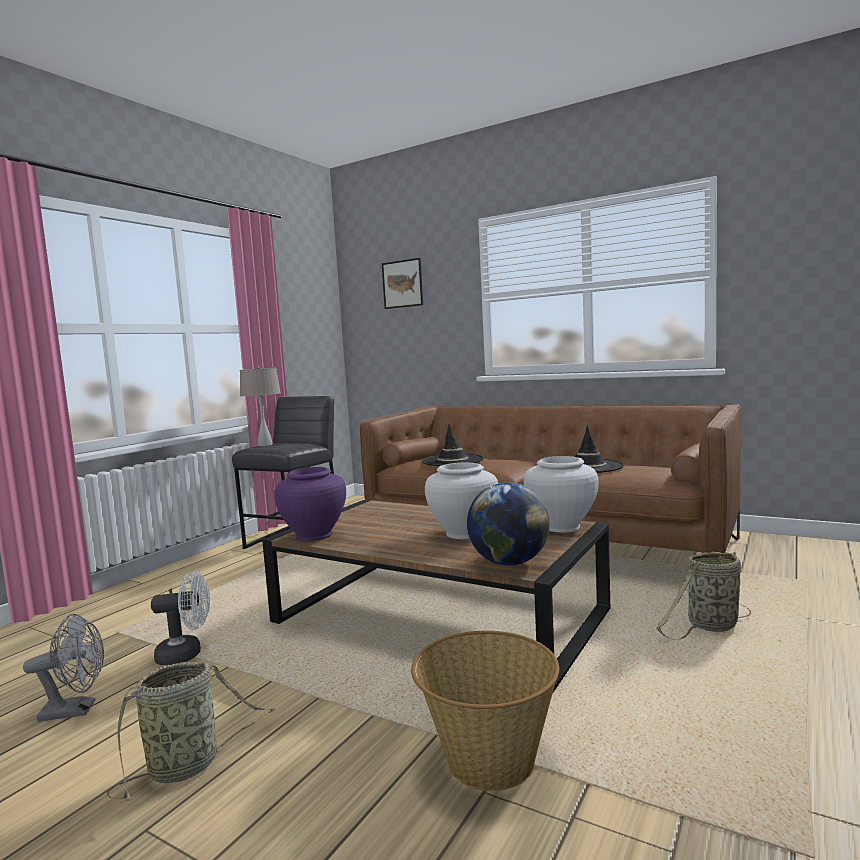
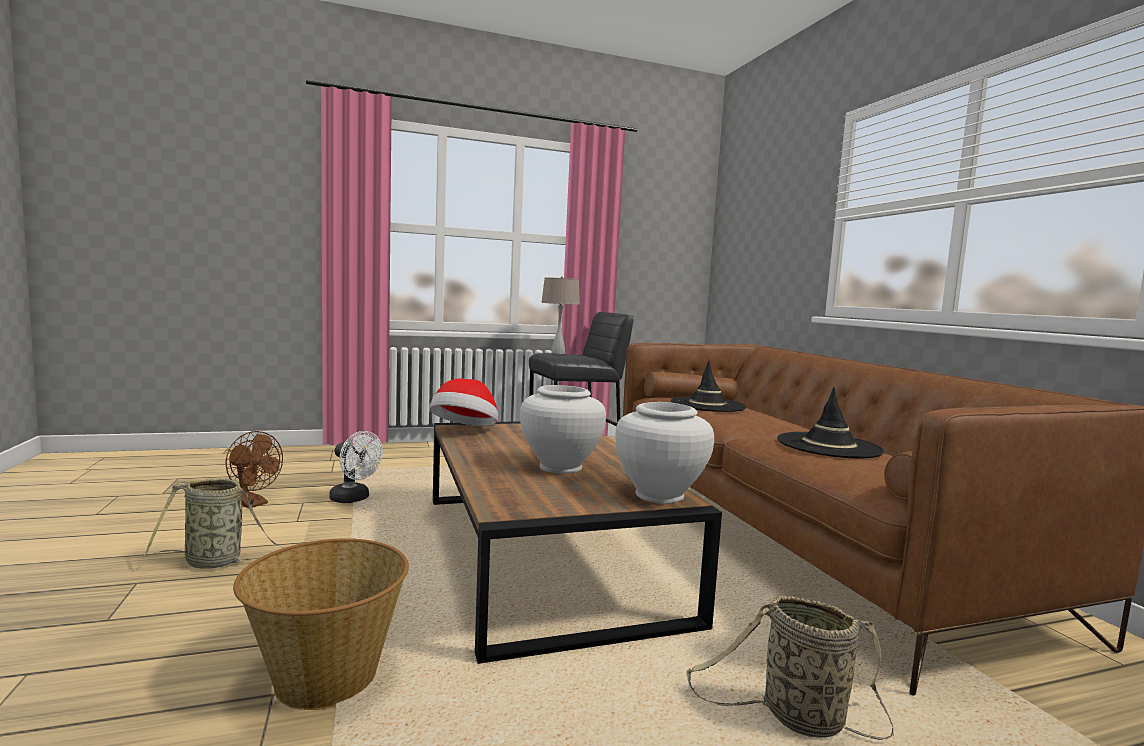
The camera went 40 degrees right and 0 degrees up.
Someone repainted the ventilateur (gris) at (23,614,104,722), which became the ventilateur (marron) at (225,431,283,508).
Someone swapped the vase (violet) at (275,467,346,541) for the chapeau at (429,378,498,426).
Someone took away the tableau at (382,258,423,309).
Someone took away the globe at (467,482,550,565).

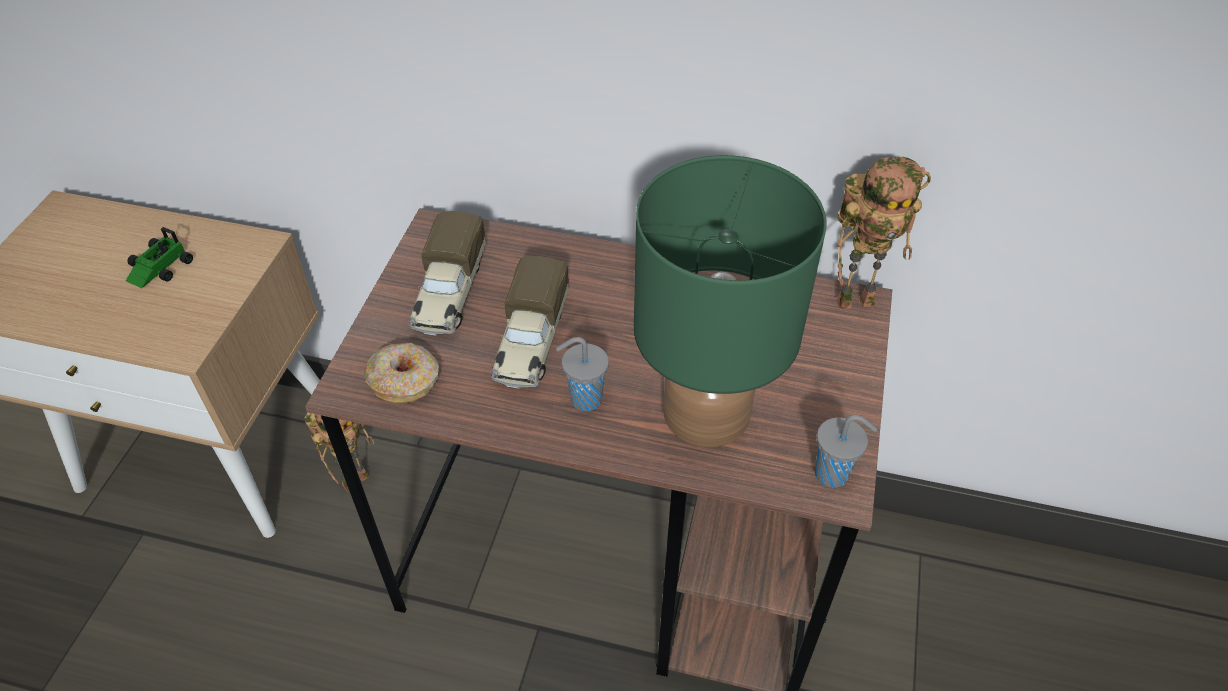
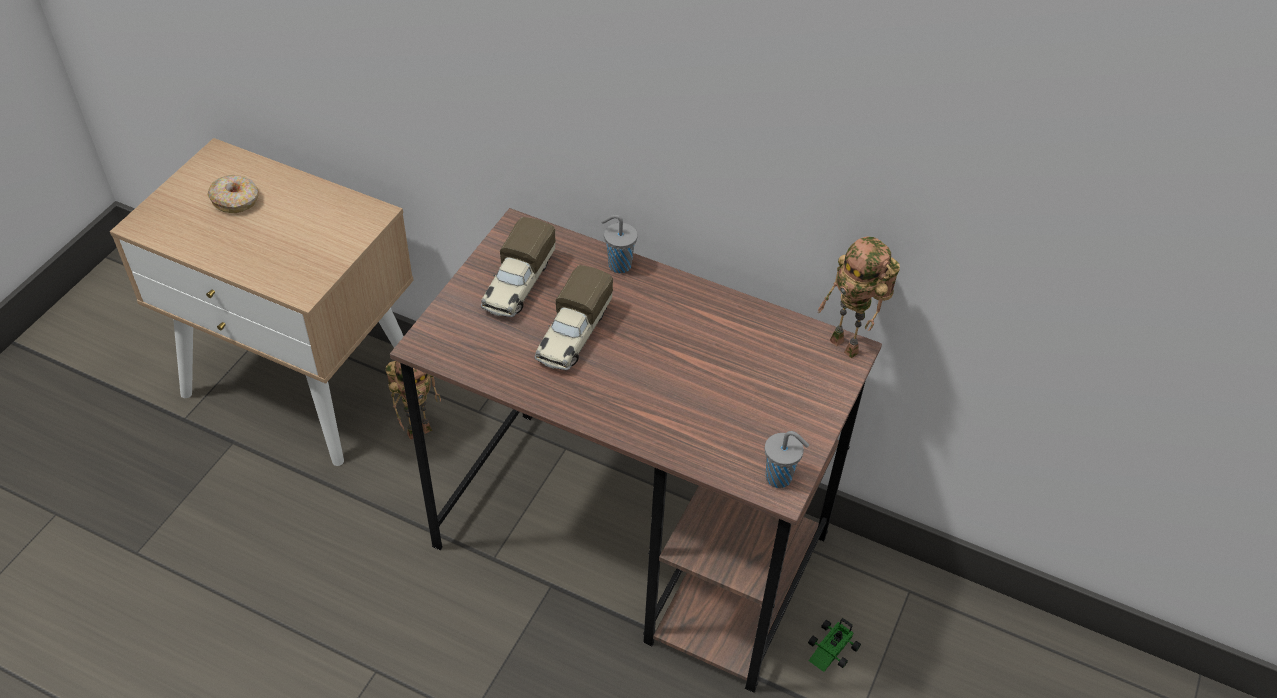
The camera went 10 degrees right and 0 degrees up.
Someone carried the petite voiture from (126,227,193,288) to (808,618,861,672).
Someone carried the beignet from (364,343,440,403) to (207,175,258,213).
Someone carried the tasse (gris) from (556,337,609,411) to (601,214,638,273).
Someone took away the lampe de table (vert) at (634,155,826,447).
Someone rotated the robot jouet at (836,157,931,309) by 45 degrees clockwise.

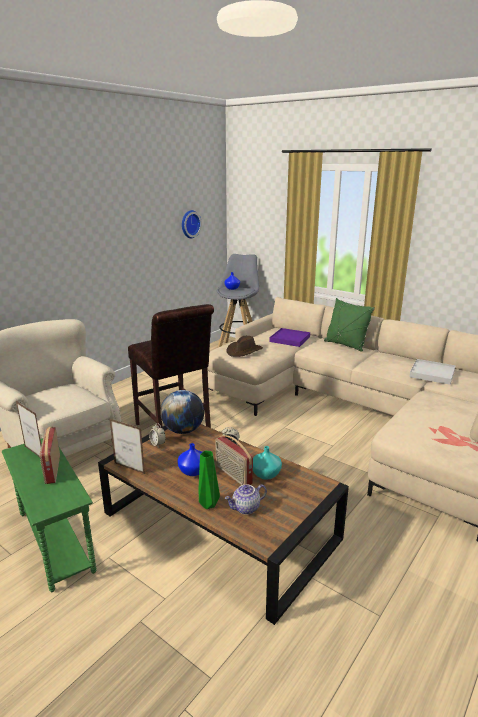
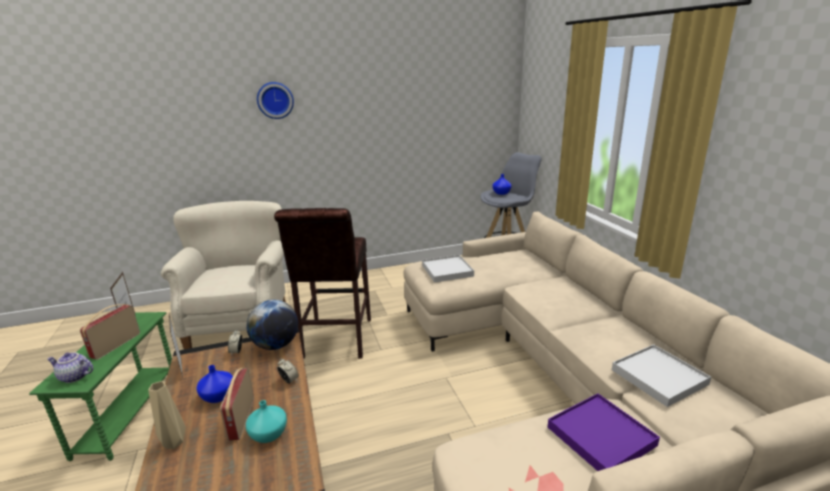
The camera went 35 degrees right and 0 degrees up.
Someone carried the horloge murale from (182,210,202,238) to (257,82,294,119).
Someone repainted the vase (vert) at (198,451,220,509), which became the vase (beige) at (148,381,186,449).
Someone carried the théière from (225,484,267,515) to (47,353,93,383).
Someone swapped the chapeau (marron) at (226,336,263,357) for the plateau (blanc) at (422,255,474,283).
Someone carried the plateau (violet) from (270,328,310,347) to (548,393,660,471).
Someone took away the coussin (vert) at (324,298,375,352).

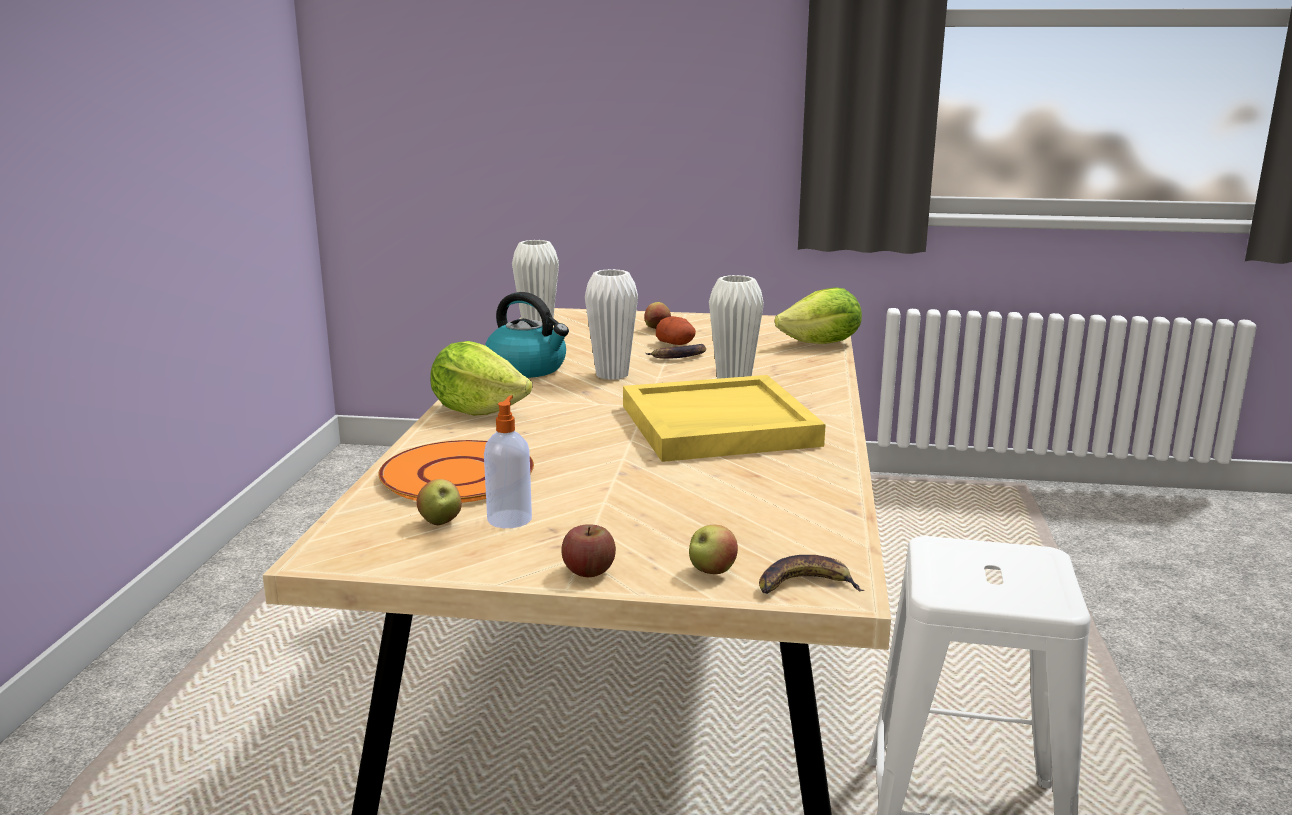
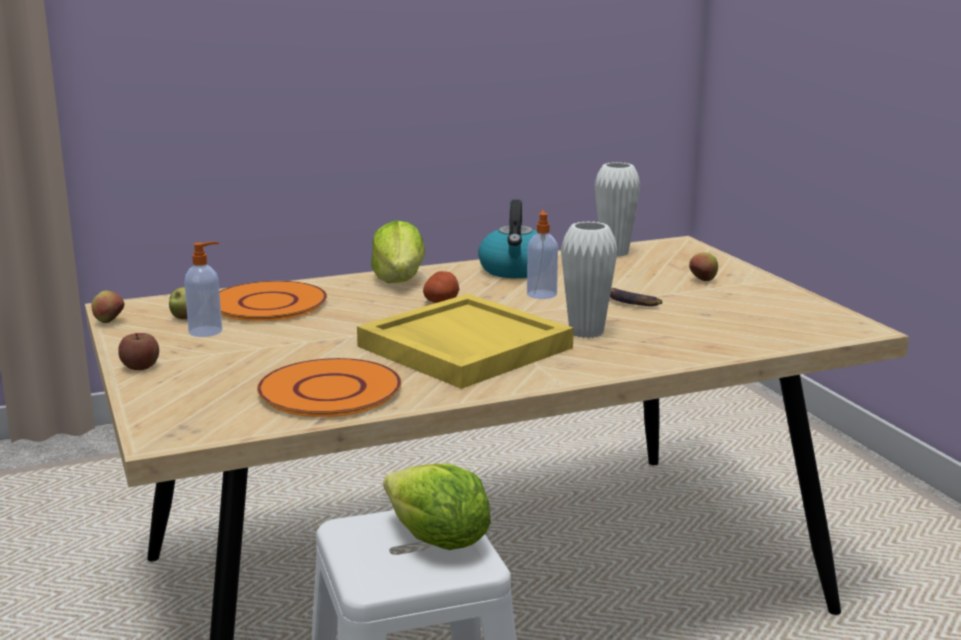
The camera went 60 degrees right and 0 degrees up.
Someone swapped the vase (blanc) at (585,269,638,380) for the distributeur de savon at (527,210,558,299).
Someone carried the pomme de terre from (656,316,696,345) to (423,271,459,303).
Someone carried the pomme from (689,525,738,574) to (91,291,125,323).
Someone took away the banane at (759,555,864,594).
Someone carried the laitue from (775,287,862,344) to (383,464,491,550).
Someone put down the assiette (orange) at (257,358,401,417).

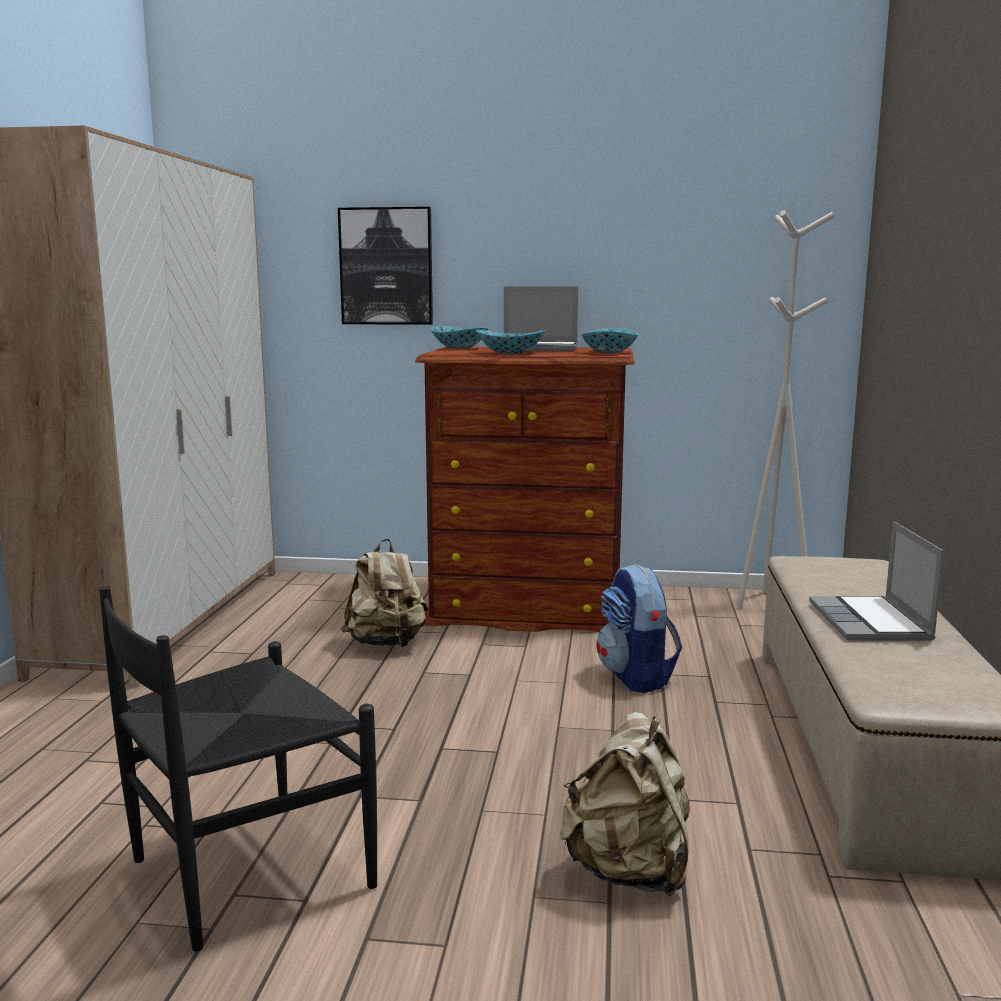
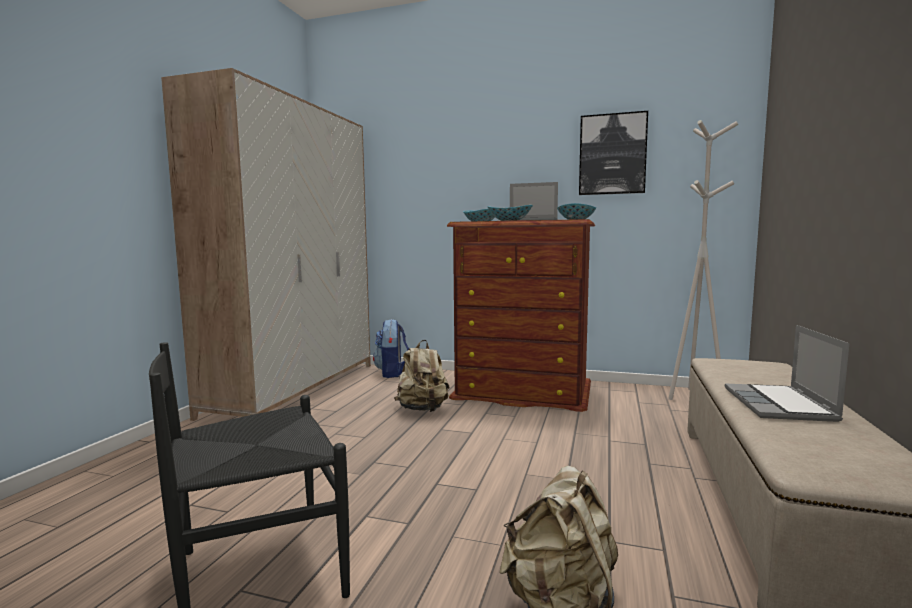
The camera went 10 degrees right and 5 degrees down.
Someone carried the tableau from (338,207,433,325) to (579,111,648,195).
Someone carried the sac à dos from (596,564,682,693) to (373,319,409,378).

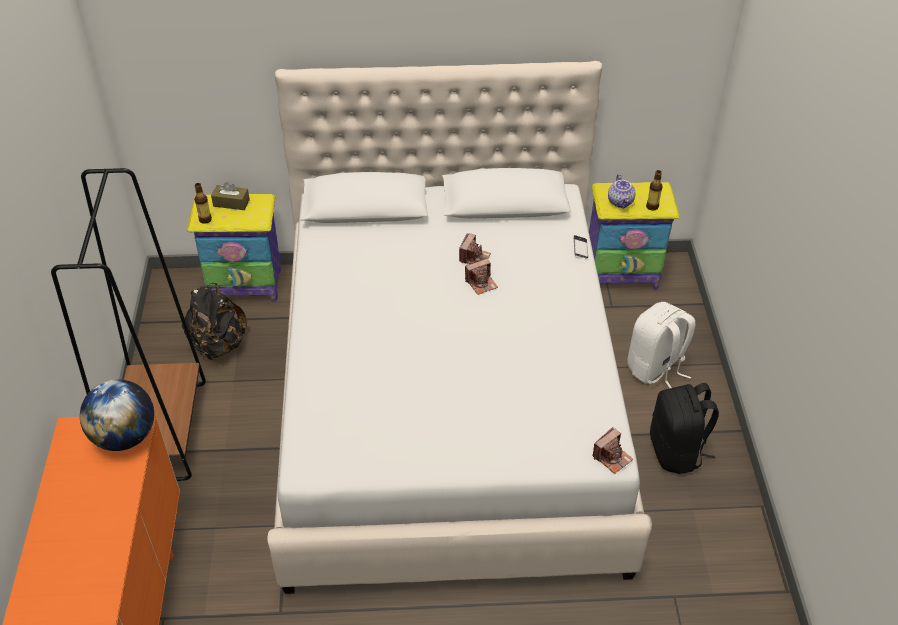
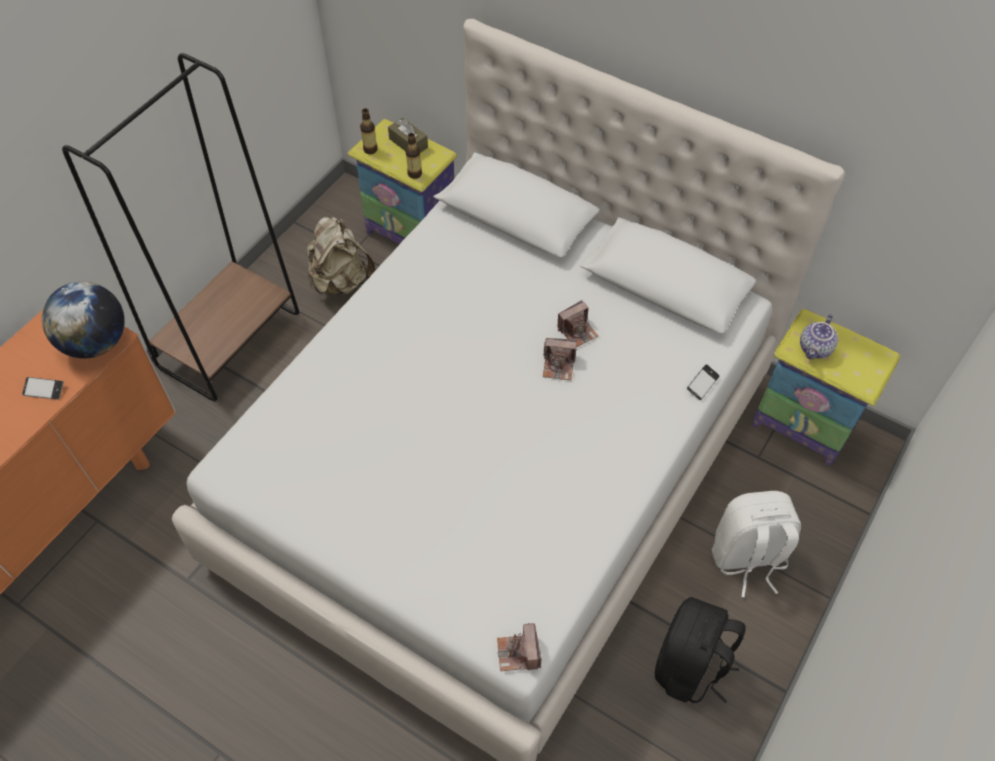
The camera went 35 degrees right and 10 degrees up.
Someone repainted the sac à dos (noir) at (182,283,247,360), which became the sac à dos (beige) at (307,217,375,295).
Someone rotated the appareil photo at (592,427,633,474) by 90 degrees clockwise.
Someone carried the bouteille from (646,170,663,211) to (406,133,422,179).
Someone put down the téléphone at (22,377,64,400).

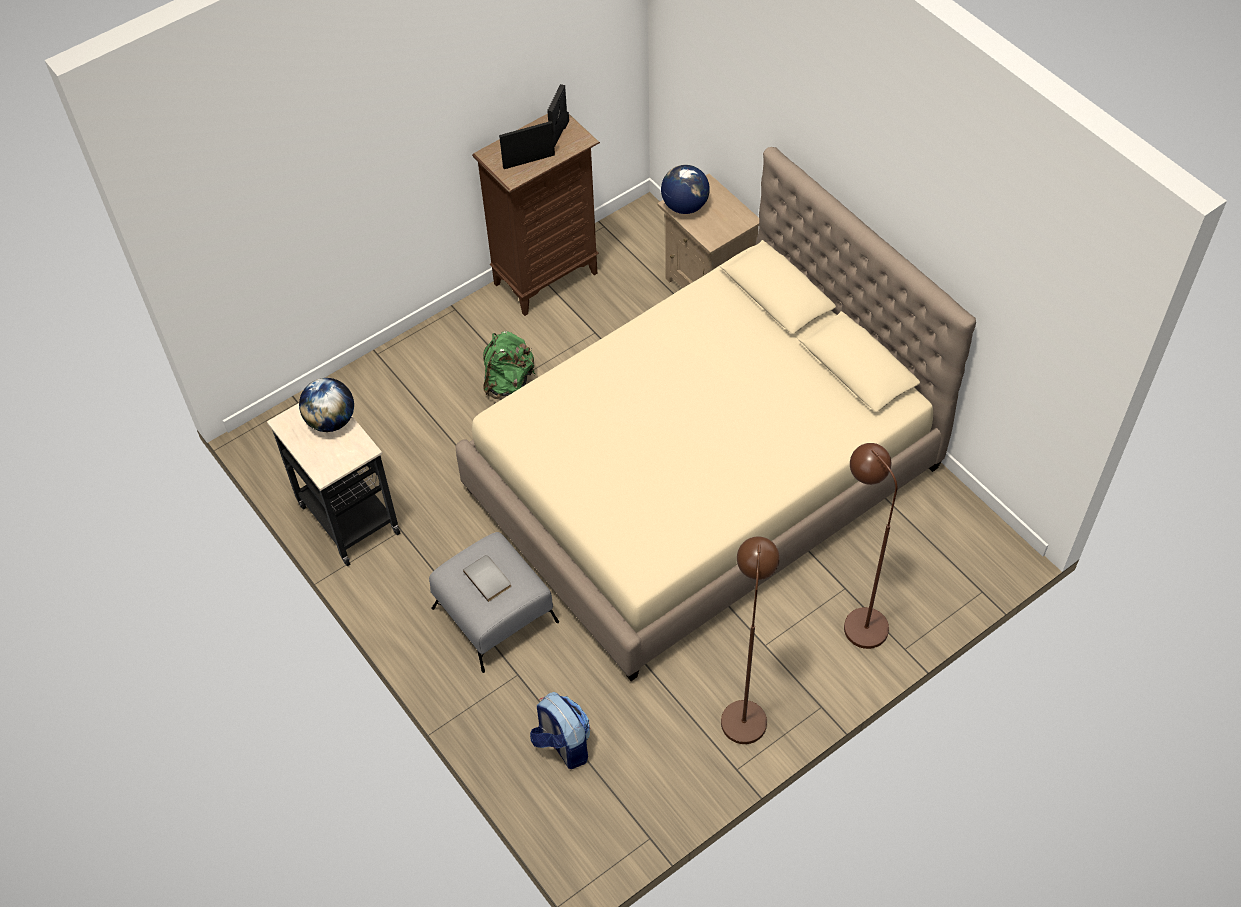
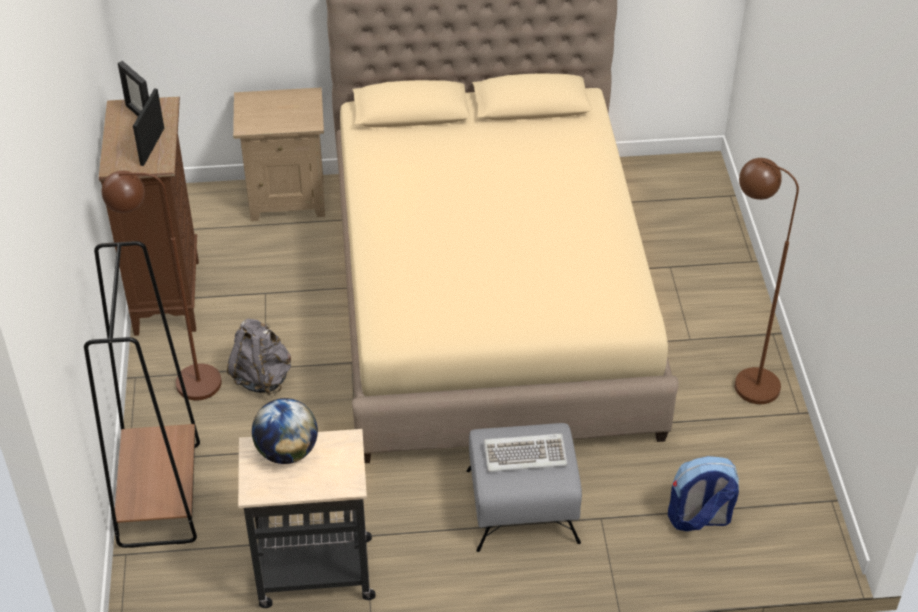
The camera went 60 degrees left and 10 degrees down.
Someone swapped the livre (gris) at (463,555,511,602) for the clavier at (484,434,567,472).
Someone repainted the sac à dos (vert) at (483,331,535,399), which became the sac à dos (gris) at (227,319,291,395).
Someone took away the globe at (661,165,710,214).
Someone carried the lampadaire (marron) from (844,443,897,649) to (102,170,222,401).
Someone put down the portant at (84,241,200,548).

